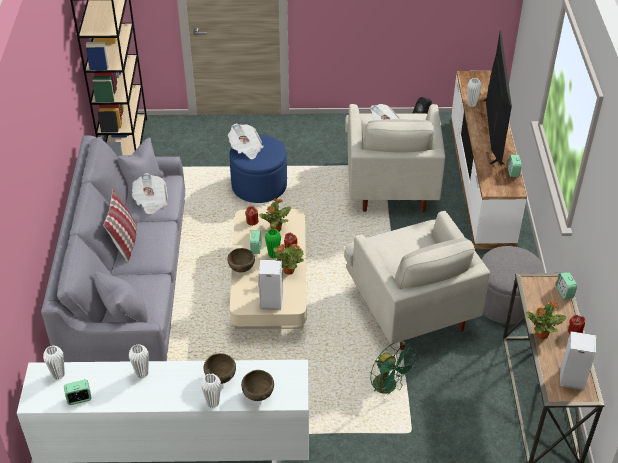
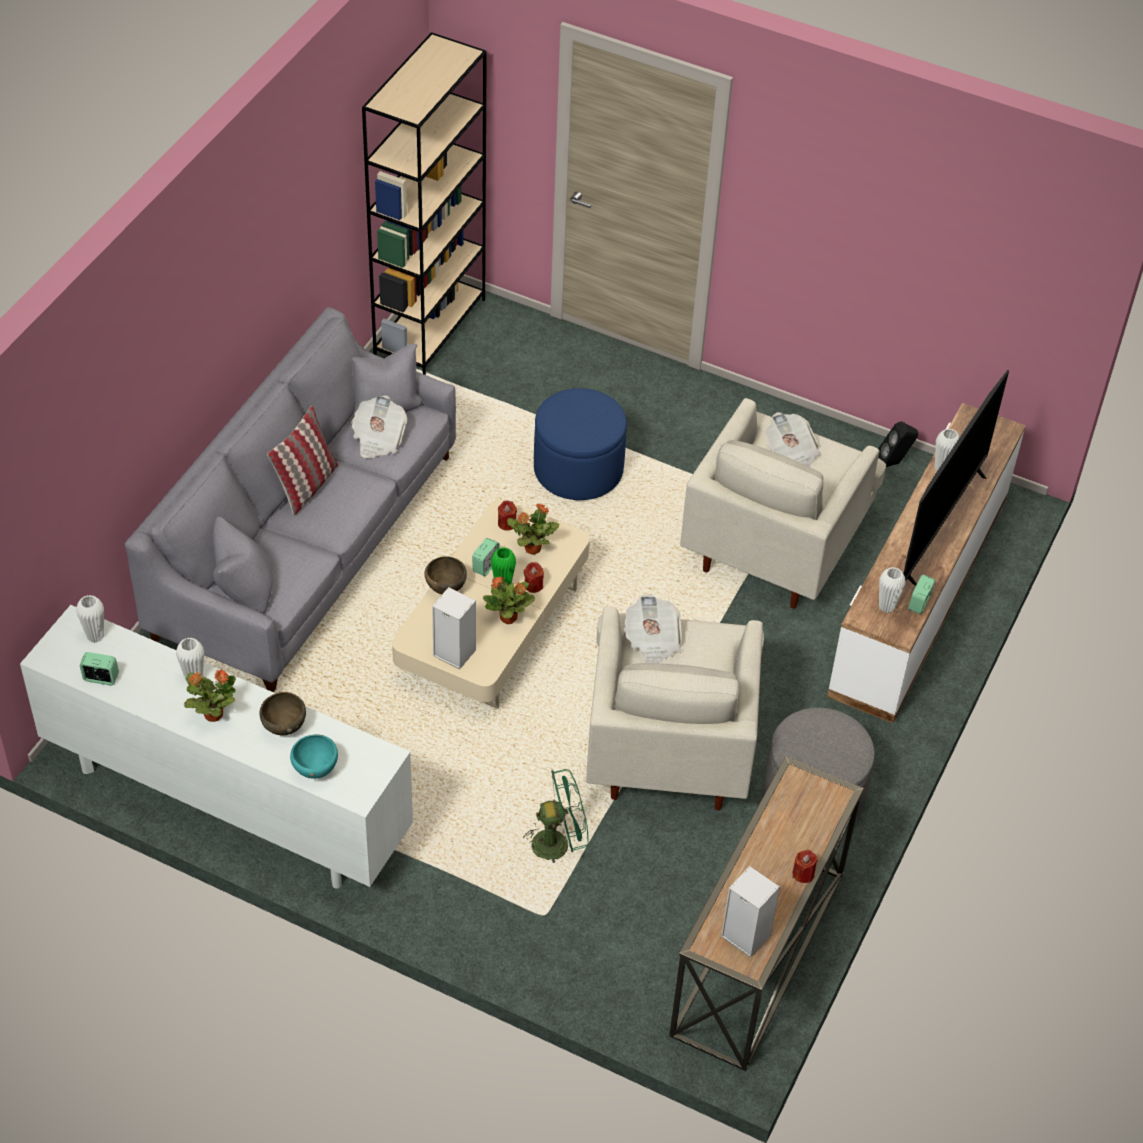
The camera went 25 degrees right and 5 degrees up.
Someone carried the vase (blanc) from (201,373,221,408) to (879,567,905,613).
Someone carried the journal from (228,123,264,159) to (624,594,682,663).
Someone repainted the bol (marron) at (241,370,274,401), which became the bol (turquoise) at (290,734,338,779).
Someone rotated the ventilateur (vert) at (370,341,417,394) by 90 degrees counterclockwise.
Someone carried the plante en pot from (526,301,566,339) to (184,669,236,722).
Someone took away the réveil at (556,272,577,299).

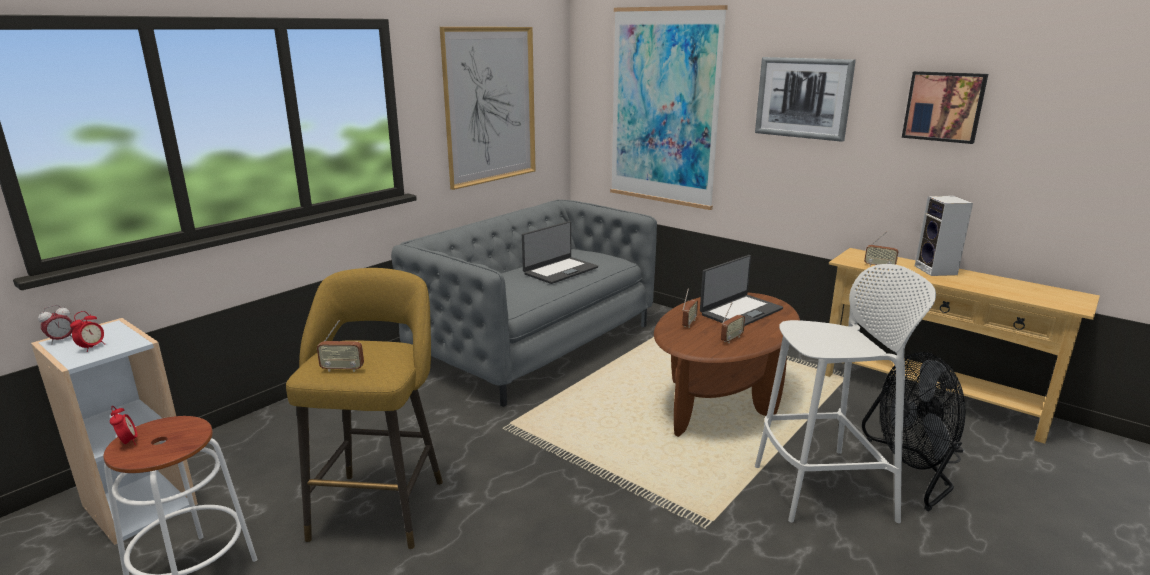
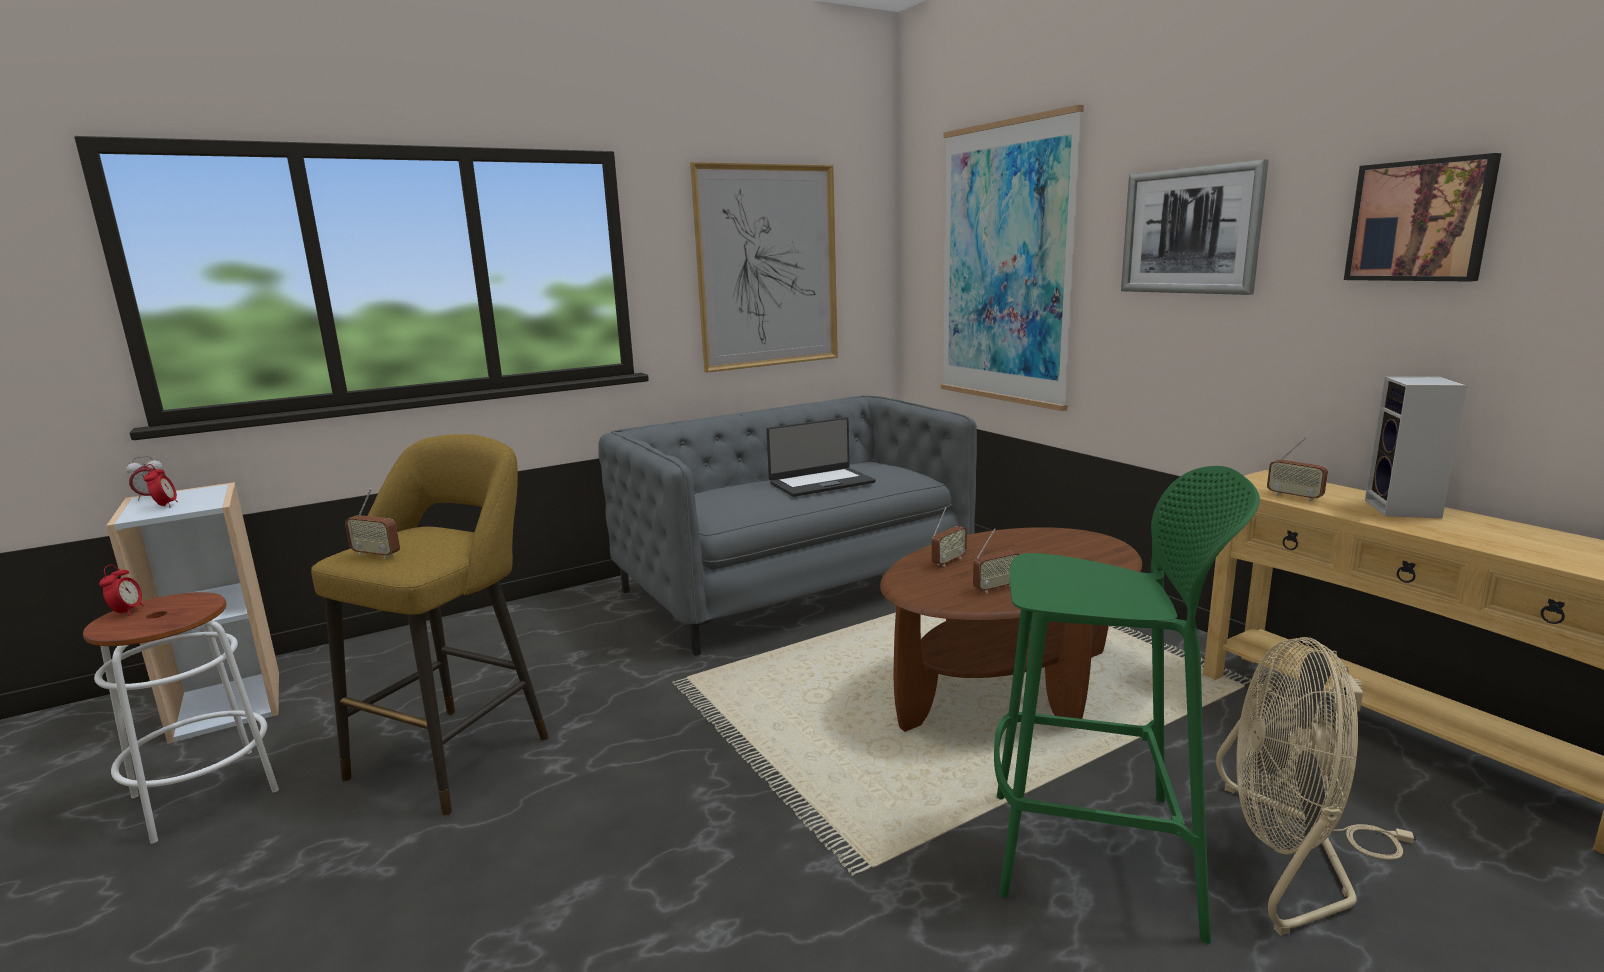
The camera went 20 degrees right and 5 degrees down.
Someone rotated the réveil at (70,311,105,352) by 60 degrees counterclockwise.
Someone took away the ordinateur portable at (700,255,783,326).
Someone repainted the tabouret (blanc) at (755,264,936,523), which became the tabouret (vert) at (994,466,1260,944).
Someone repainted the ventilateur (noir) at (862,352,965,511), which became the ventilateur (beige) at (1216,637,1419,936).

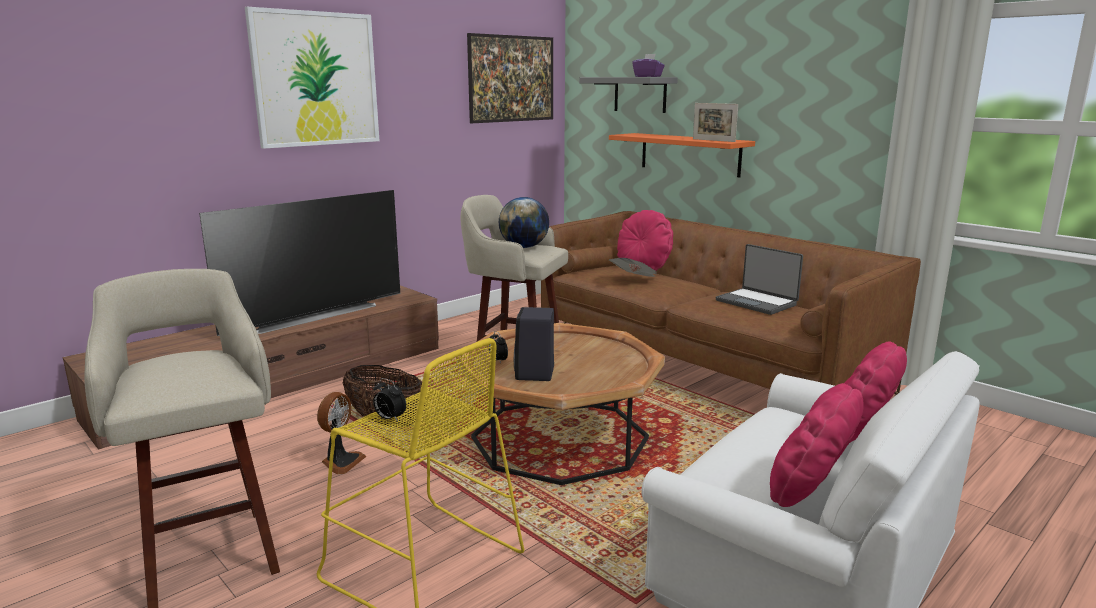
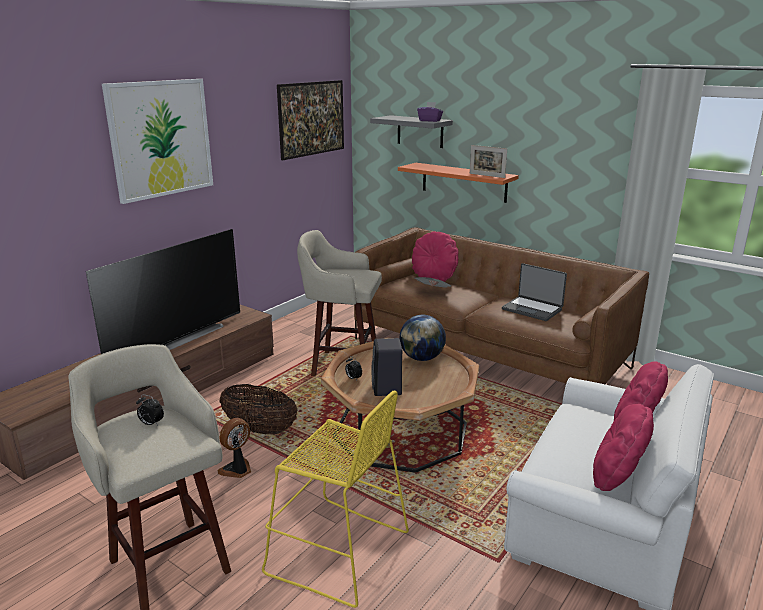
The camera went 10 degrees left and 5 degrees up.
Someone rotated the ventilateur at (317,392,367,474) by 150 degrees counterclockwise.
Someone carried the réveil from (373,378,406,422) to (136,395,164,426).
Someone carried the globe from (499,197,549,248) to (399,315,446,361).

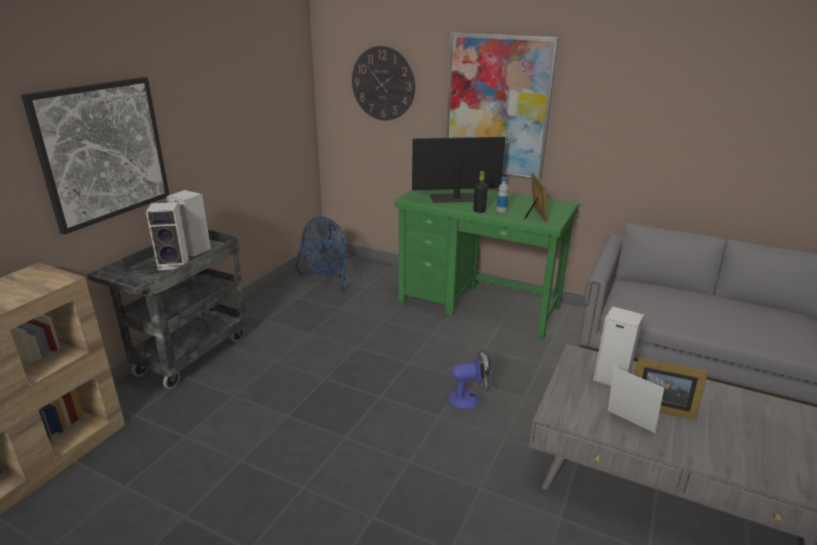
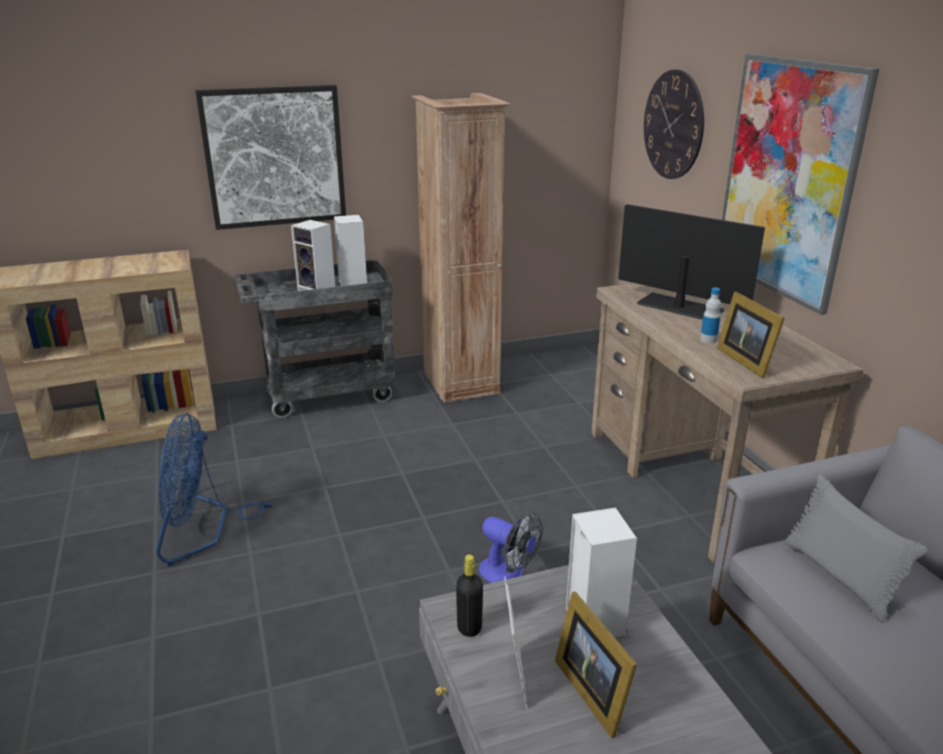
The camera went 45 degrees right and 0 degrees up.
Someone carried the ventilateur (bleu) from (295,216,349,293) to (156,413,274,567).
Someone repainted the bureau (vert) at (394,189,579,339), which became the bureau (marron) at (591,283,863,564).
Someone carried the bouteille (noir) from (473,171,488,213) to (456,554,483,637).
Someone rotated the cadre photo at (524,173,547,222) by 120 degrees clockwise.
Someone put down the meuble de rangement (marron) at (411,93,510,403).
Someone put down the coussin (gris) at (783,475,927,623).

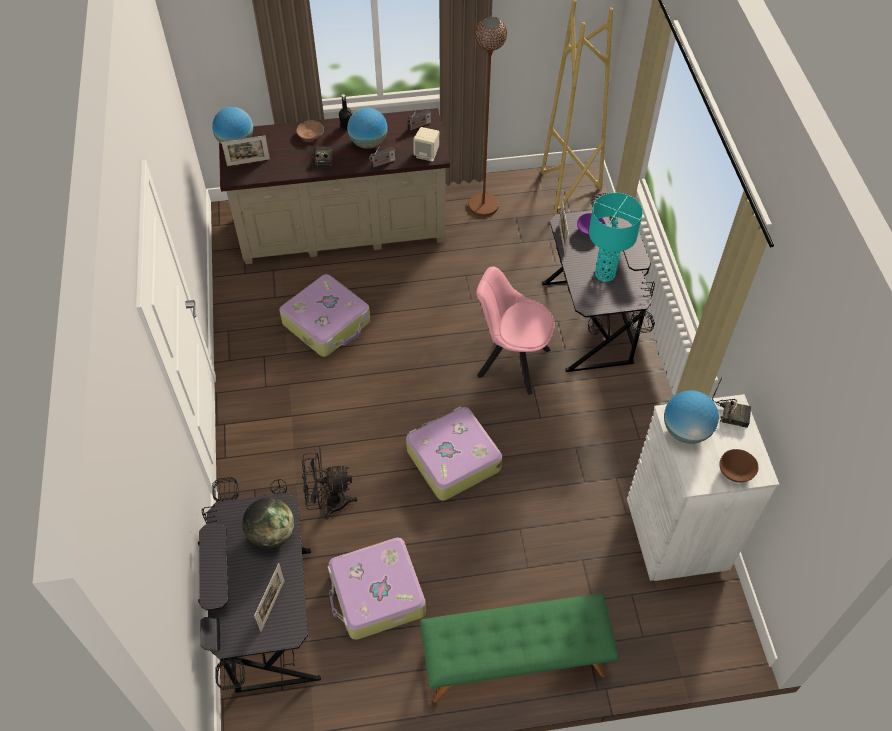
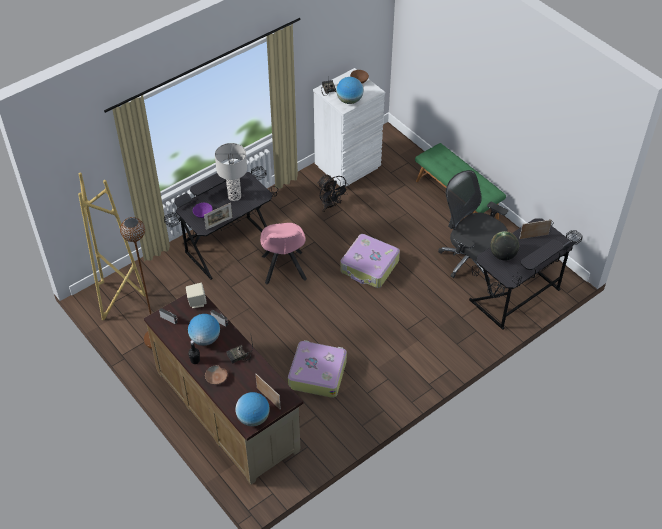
The camera went 120 degrees left and 5 degrees down.
Someone carried the ventilateur (noir) from (302,453,358,520) to (317,174,350,212).
Someone swapped the valise at (328,538,426,640) for the chaise de bureau at (438,170,508,281).
Someone repainted the lampe de table (turquoise) at (589,193,643,282), which became the lampe de table (blanc) at (215,143,247,201).

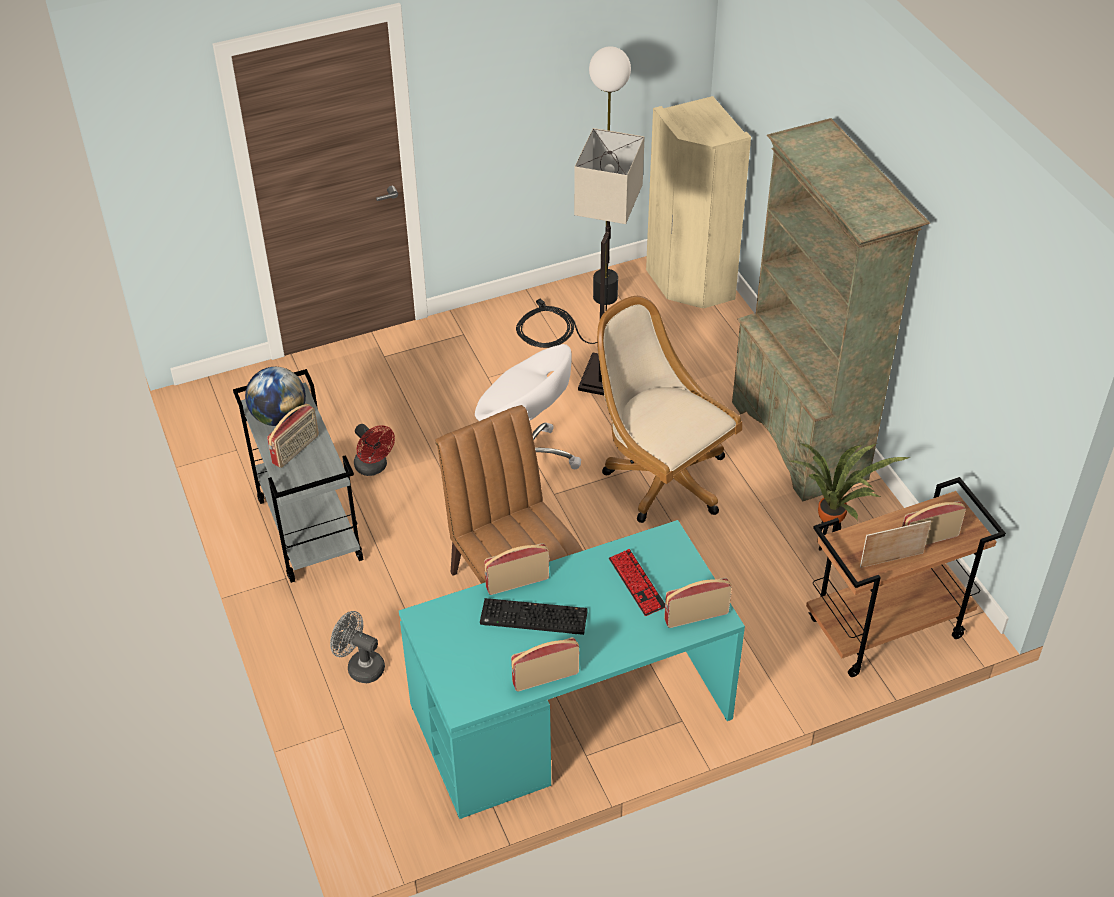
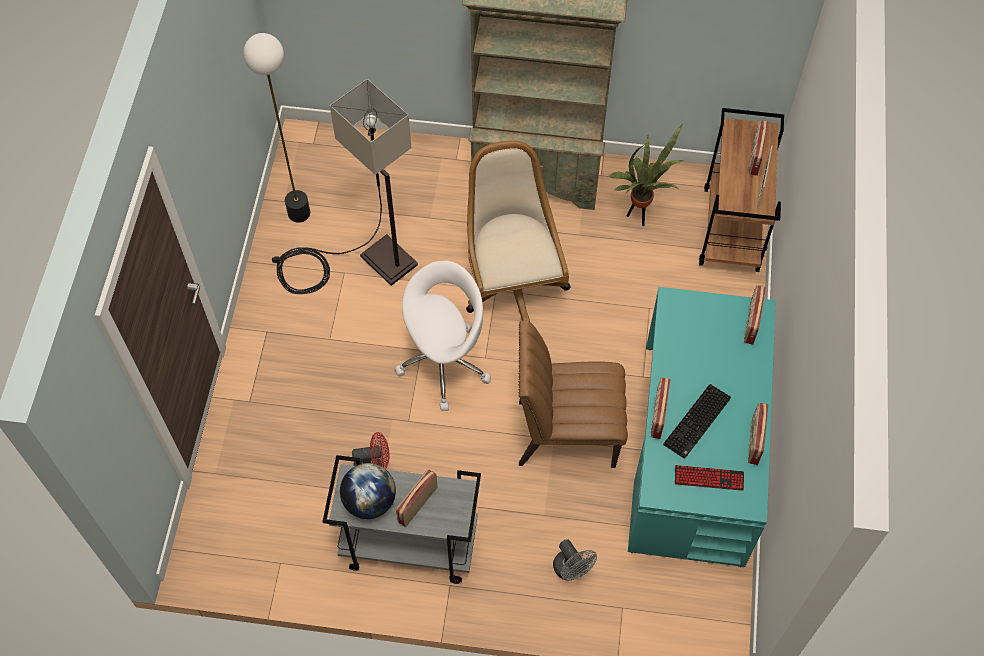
The camera went 60 degrees left and 15 degrees up.
Someone rotated the radio at (267,404,319,468) by 120 degrees counterclockwise.
Someone rotated the ventilateur (gris) at (330,611,385,683) by 90 degrees counterclockwise.
Someone rotated the chaise de bureau at (597,296,742,523) by 90 degrees clockwise.
Someone carried the clavier from (609,549,665,616) to (674,465,744,491).
Someone took away the meuble de rangement (beige) at (646,96,751,308).

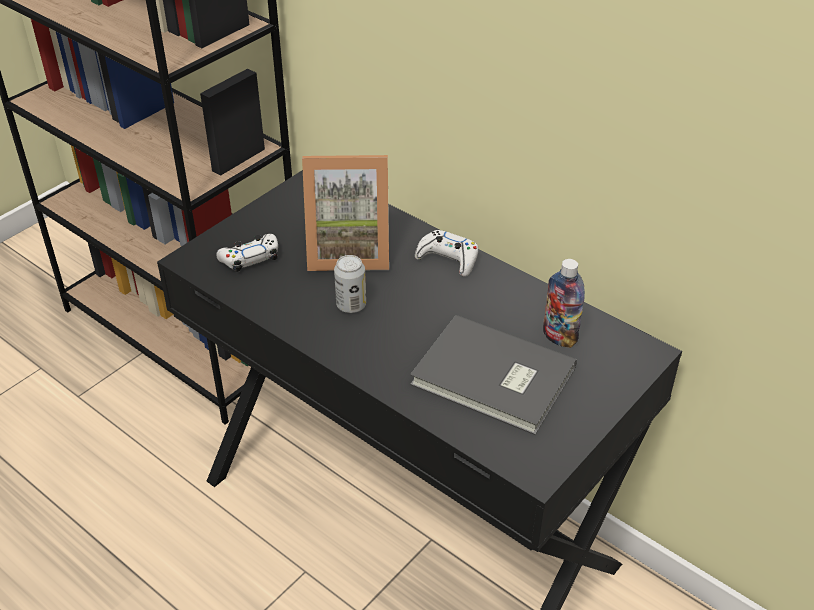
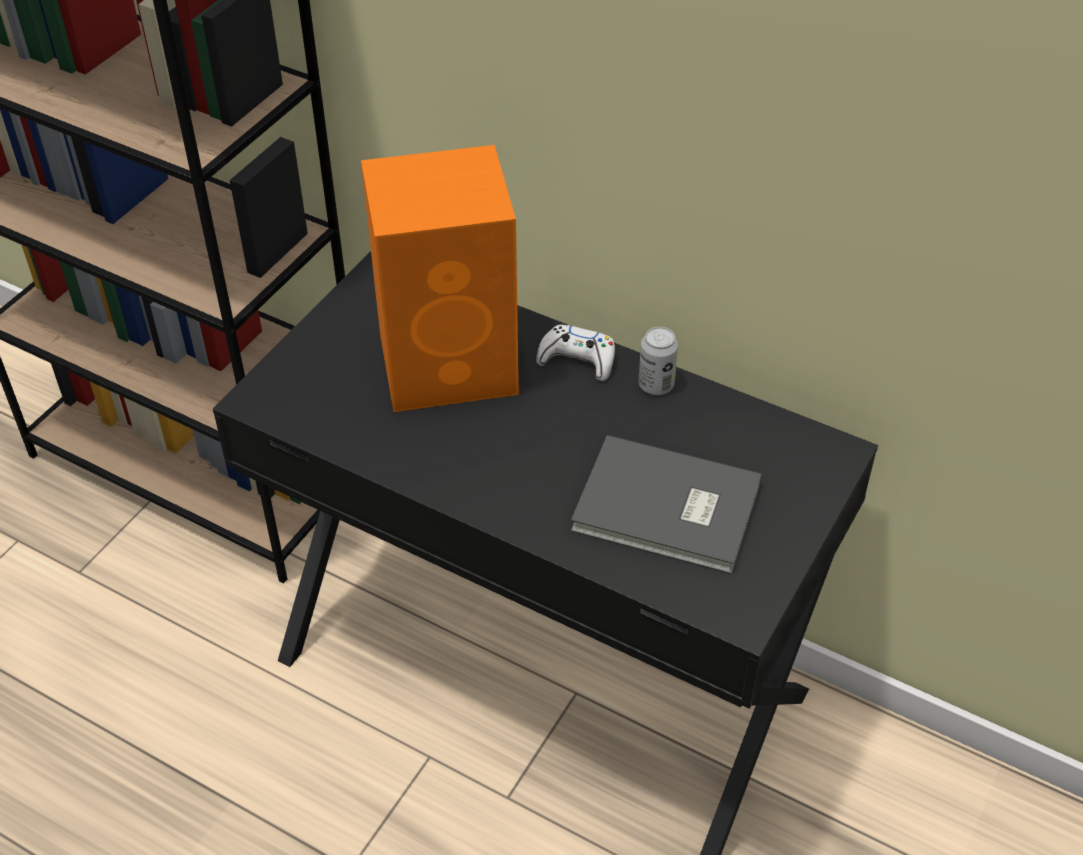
The camera went 10 degrees left and 5 degrees up.
Someone took away the manette (blanc) at (216,234,278,272).
Someone swapped the cadre photo at (302,155,389,271) for the enceinte (orange) at (361,145,519,412).
Someone carried the boîte métallique from (334,255,366,313) to (639,327,678,395).
Someone took away the bouteille at (543,259,585,348).

